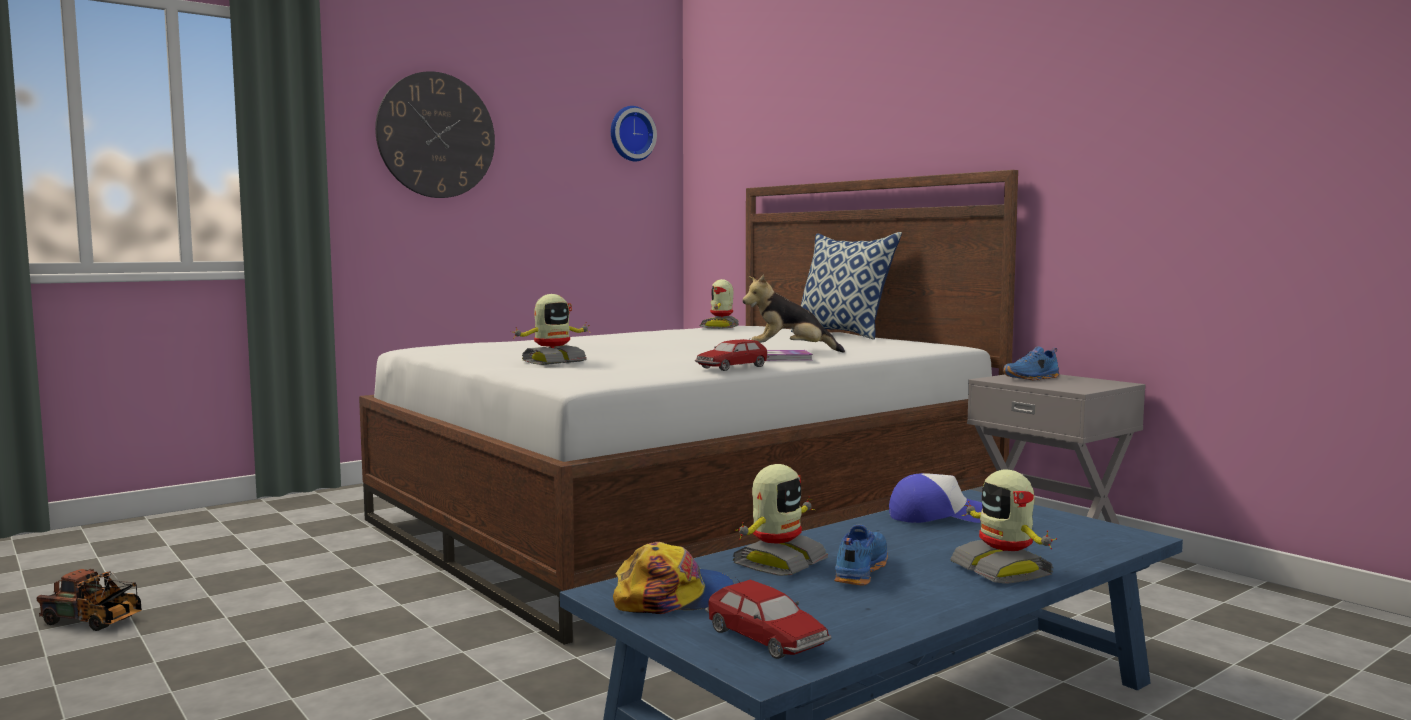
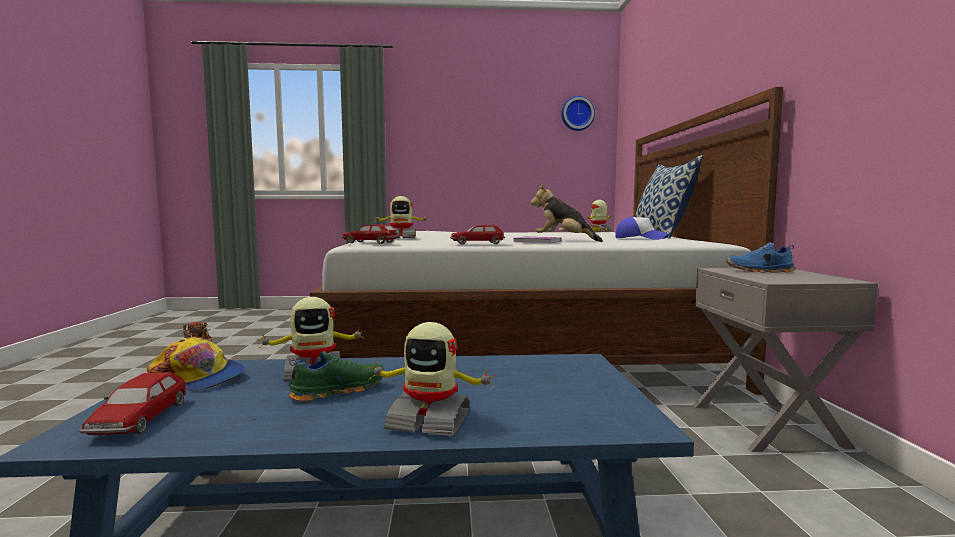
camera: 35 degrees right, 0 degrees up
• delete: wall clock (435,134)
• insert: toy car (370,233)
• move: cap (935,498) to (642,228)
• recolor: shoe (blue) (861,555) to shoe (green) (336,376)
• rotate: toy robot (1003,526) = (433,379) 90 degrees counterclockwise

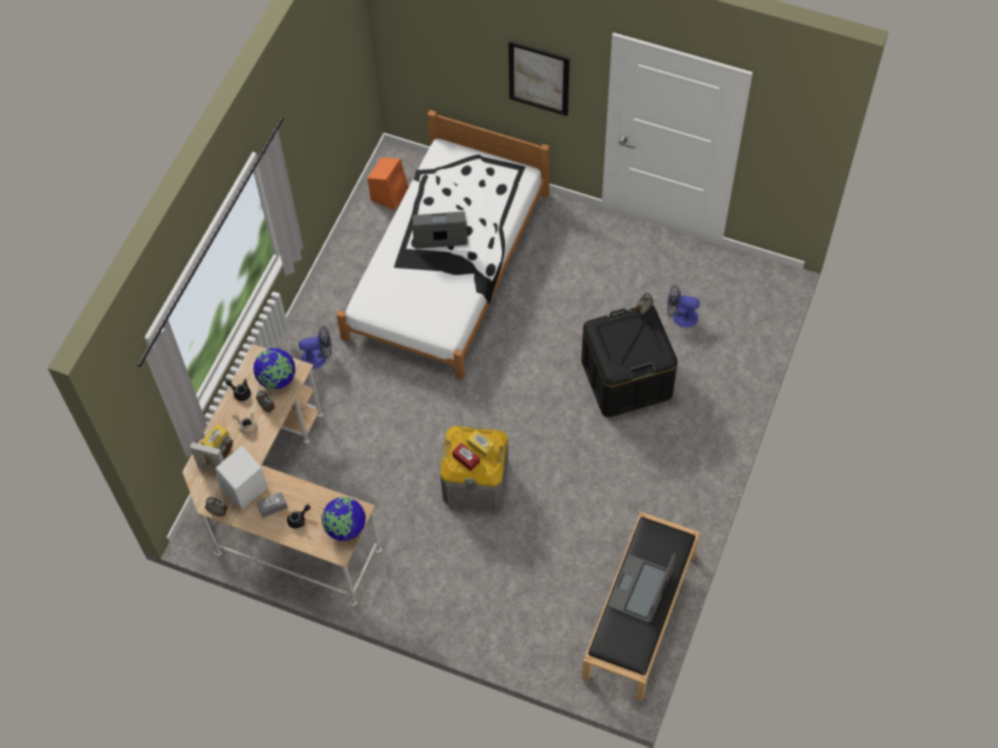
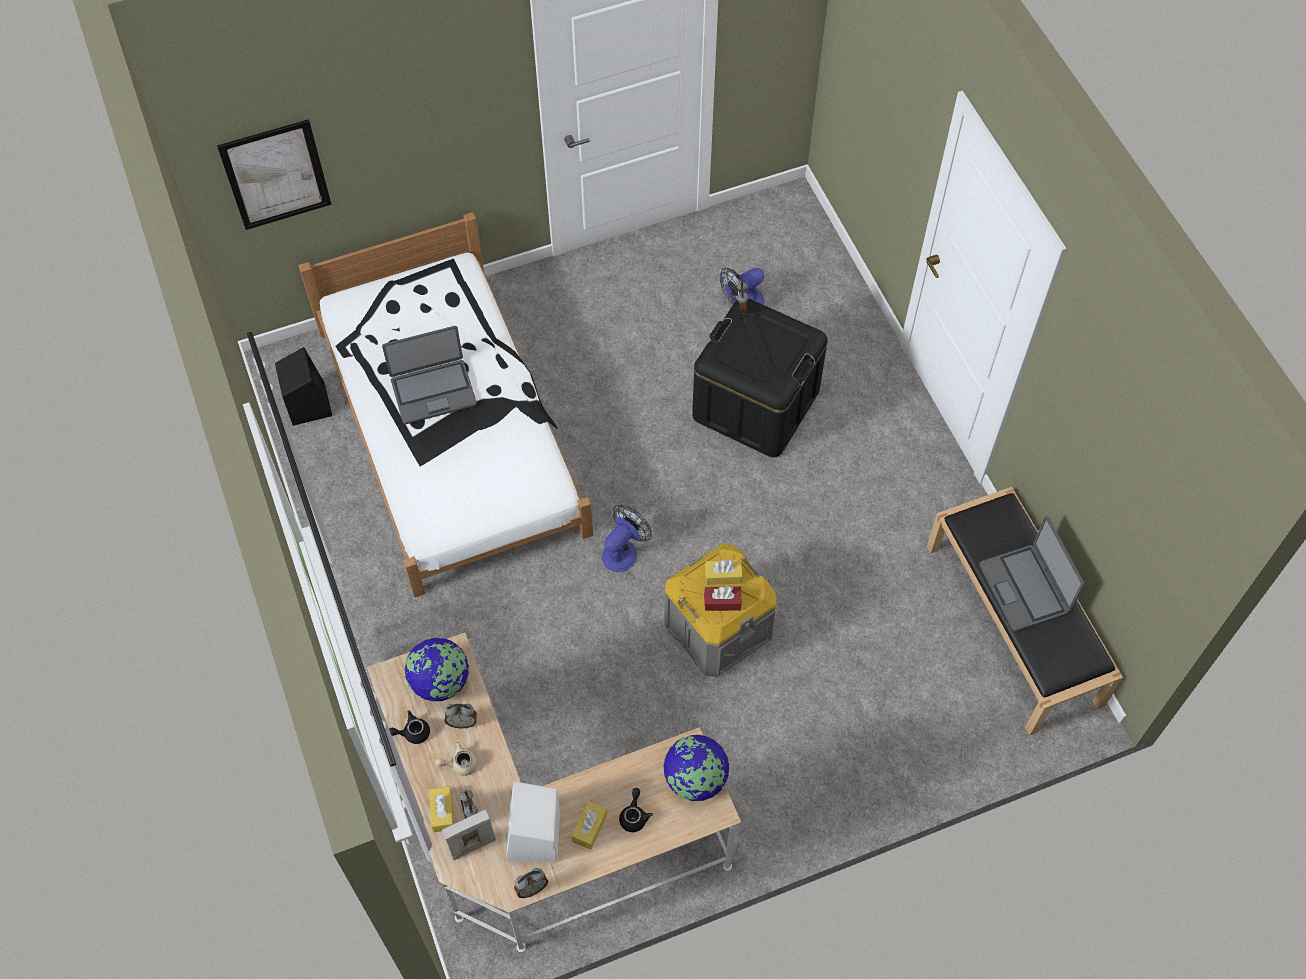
camera: 45 degrees left, 0 degrees up
• move: fan (315,347) to (627,538)
• move: picture (539,78) to (274,174)
• recolor: tissue box (grey) (272,505) to tissue box (yellow) (589,825)
• recolor: speaker (orange) (388,183) to speaker (black) (303,386)
• rotate: laptop (440,230) = (429,375) 150 degrees counterclockwise

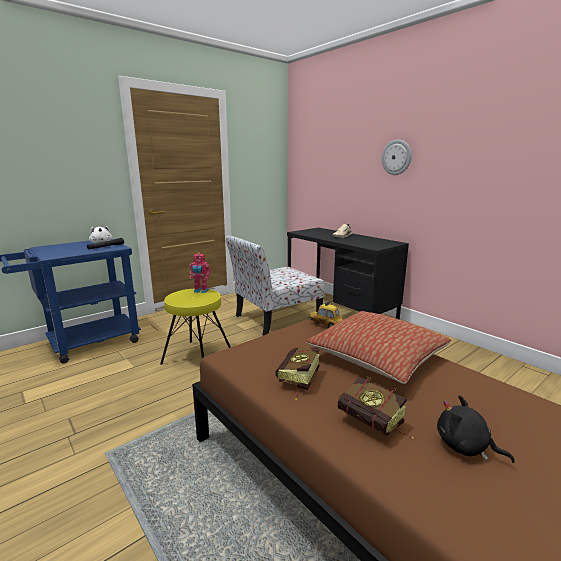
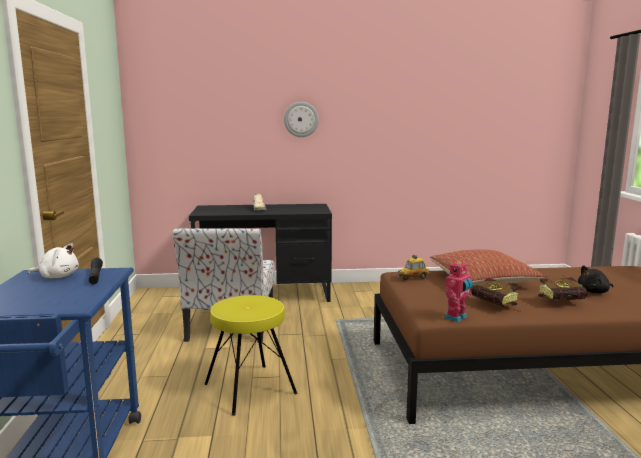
camera: 55 degrees left, 5 degrees down
• move: toy robot (200,273) to (458,291)

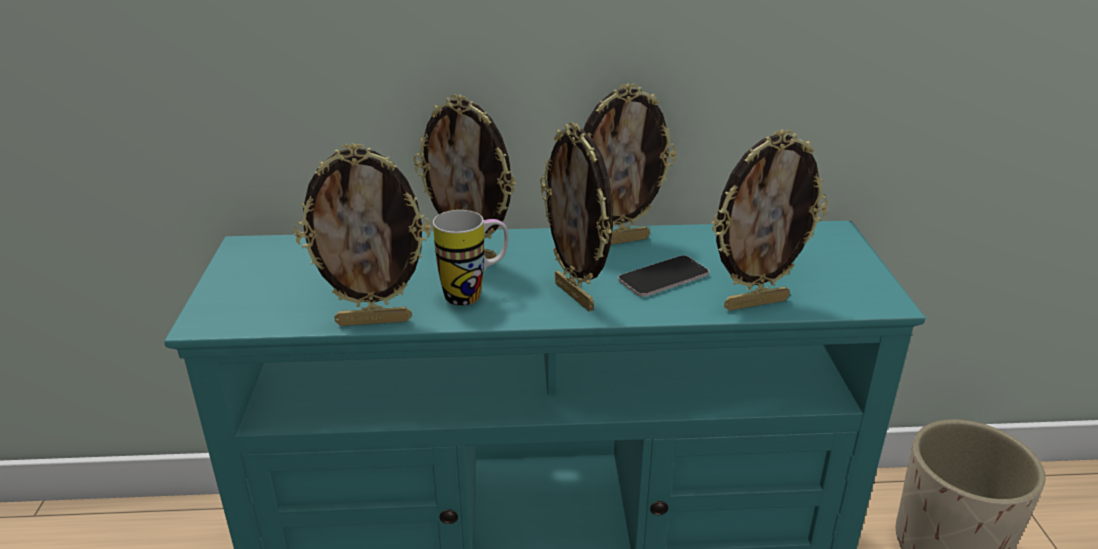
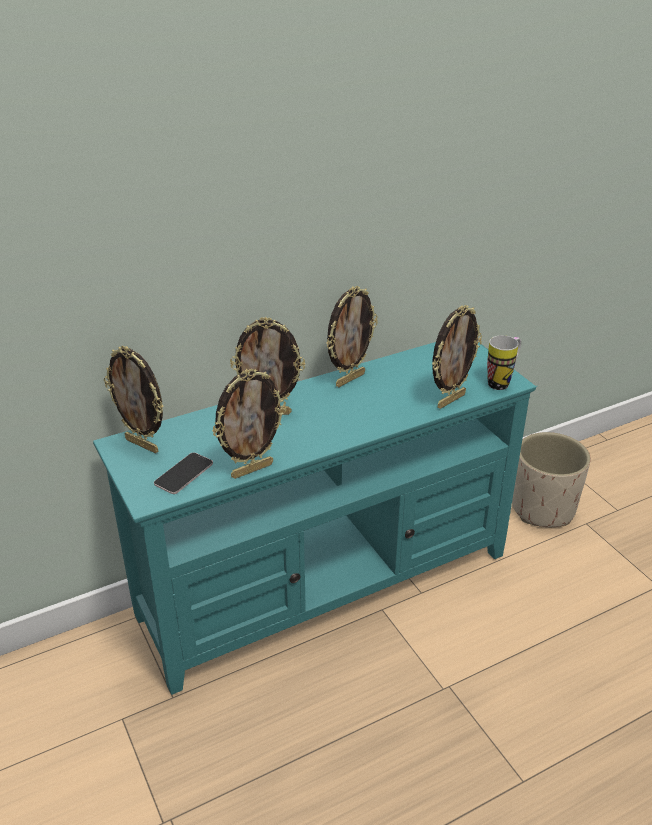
camera: 25 degrees left, 5 degrees up
• move: mug (471,258) to (504,362)
• move: picture frame (576,216) to (134,399)
• move: phone (663,276) to (183,473)

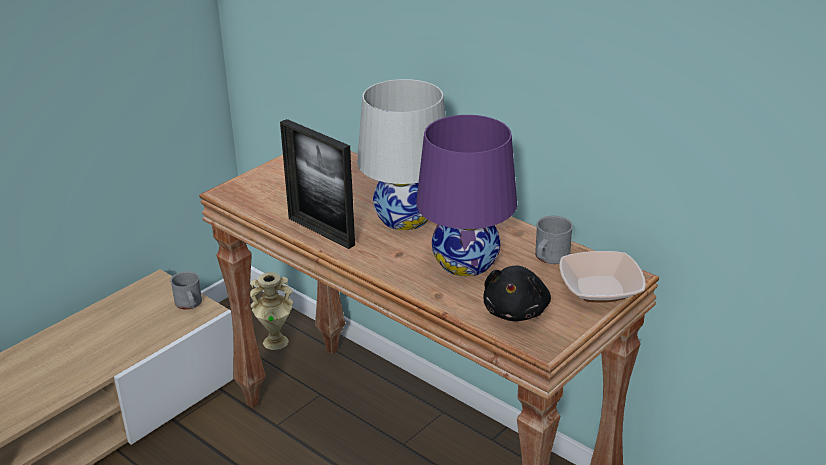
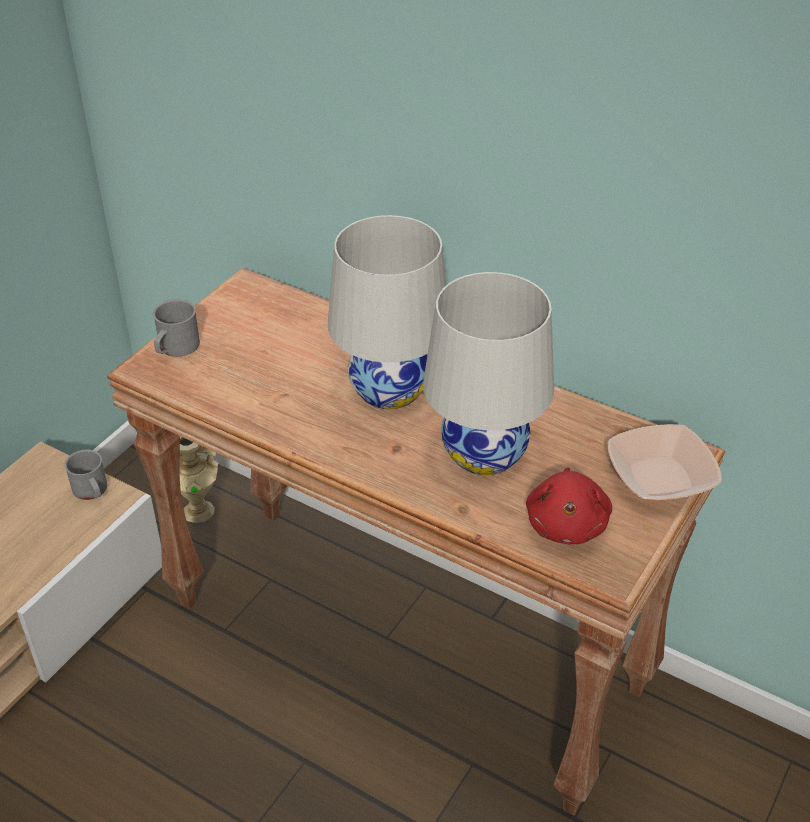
camera: 10 degrees left, 10 degrees up
• delete: picture frame (317,184)
• move: mug (grey) (554,240) to (176,328)
• recolor: table lamp (purple) (466,195) to table lamp (white) (488,373)
• recolor: plush toy (black) (517,293) to plush toy (red) (569,505)

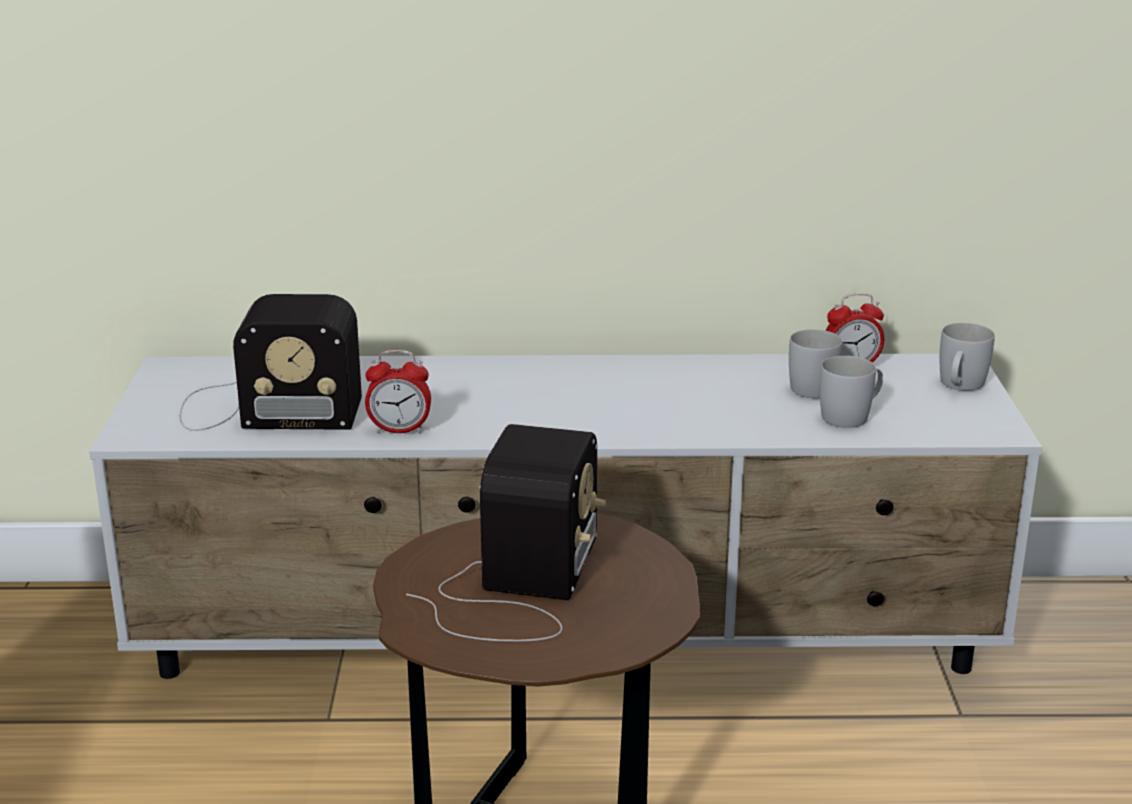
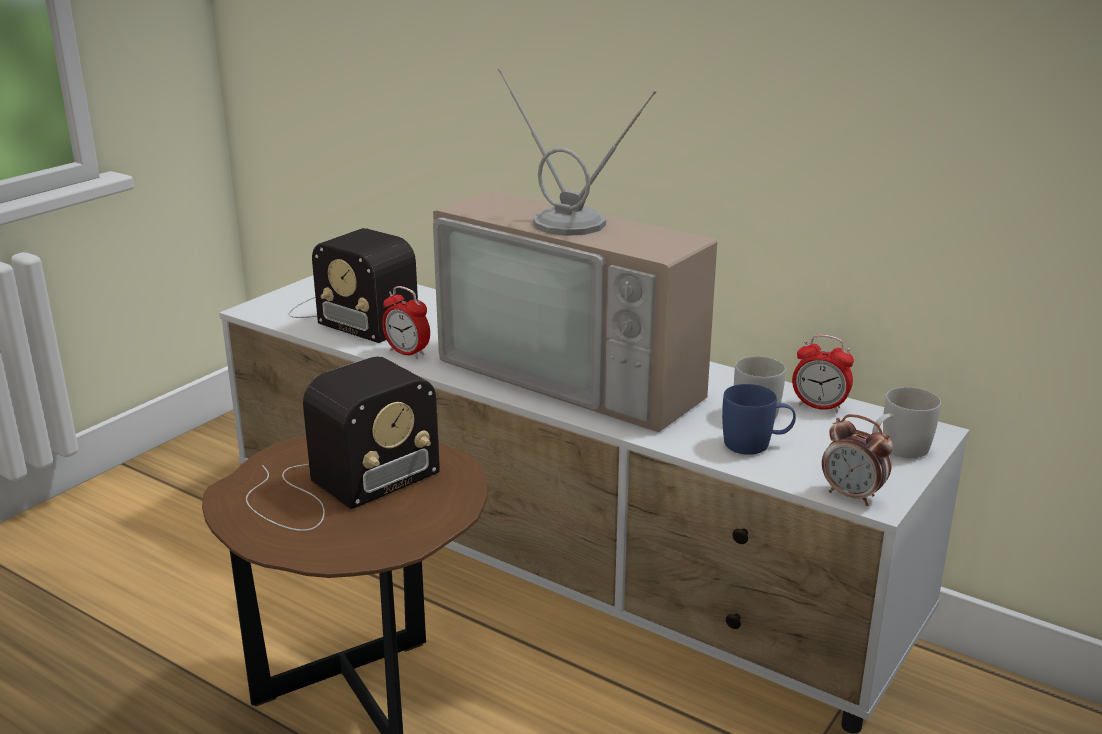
camera: 35 degrees right, 0 degrees up
• insert: television (575,250)
• insert: alarm clock (857,460)
• recolor: mug (white) (851,392) to mug (blue) (759,419)

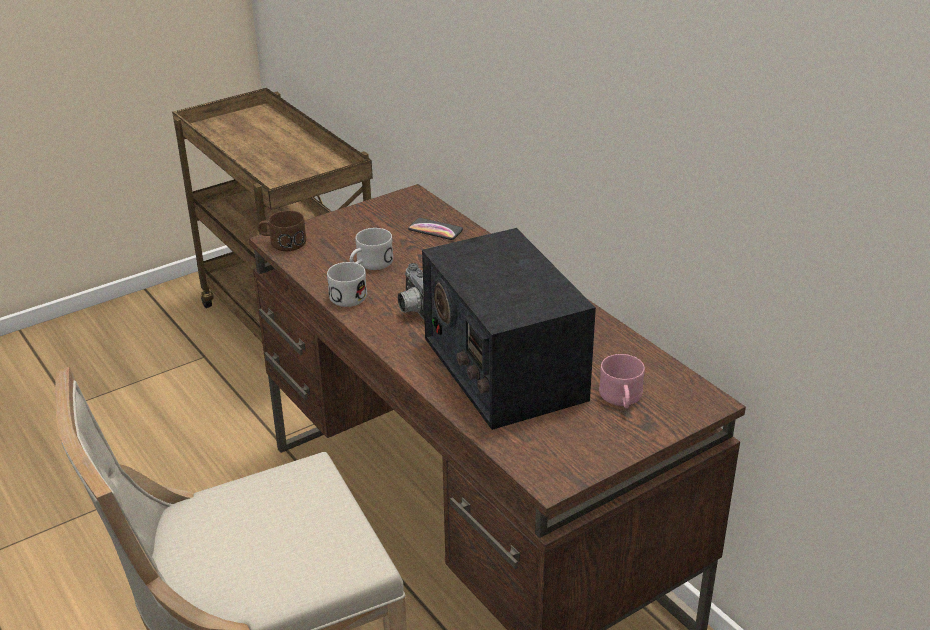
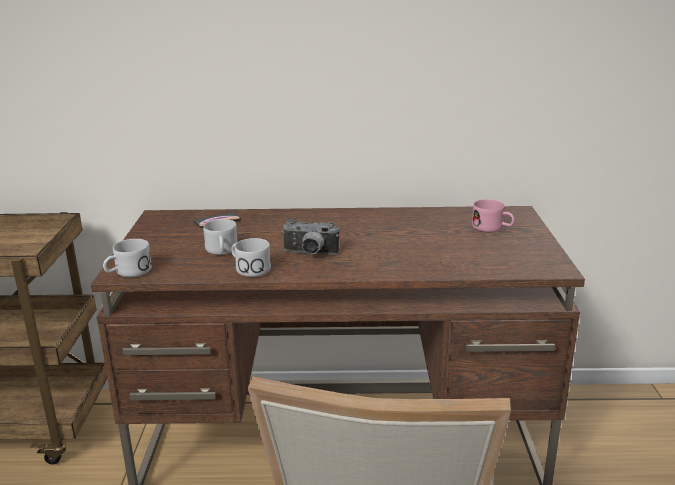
camera: 55 degrees left, 10 degrees down
• delete: radio (509,329)
• recolor: mug (brown) (282,231) to mug (white) (127,258)

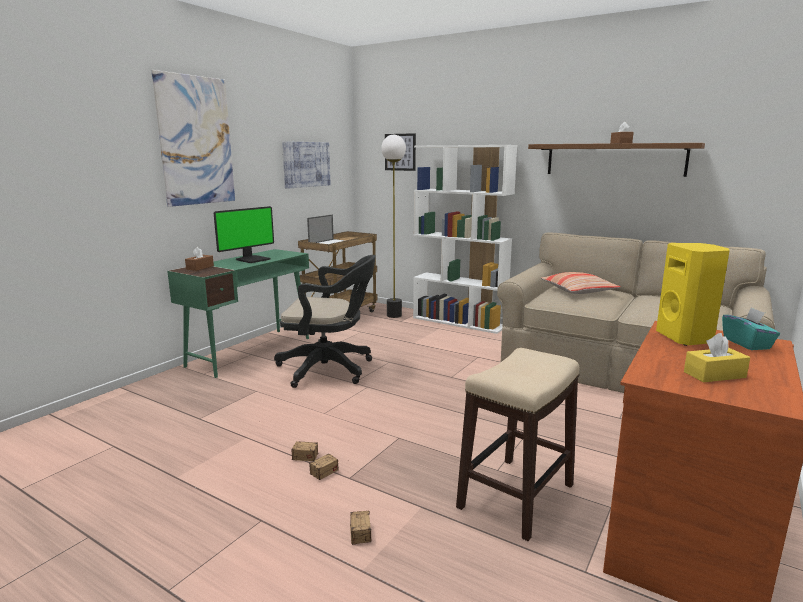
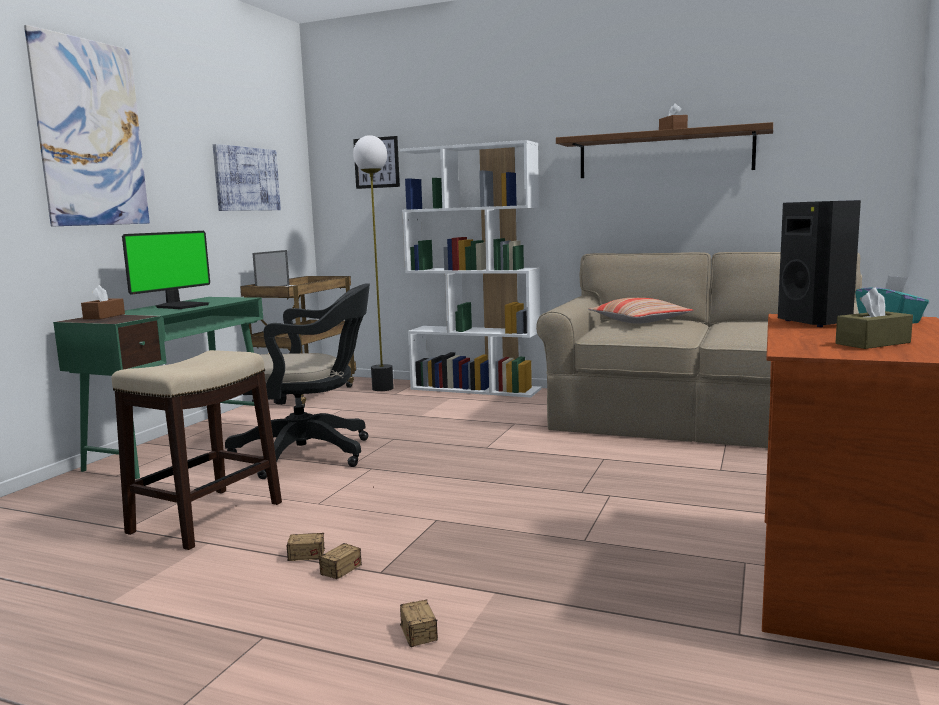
camera: 10 degrees left, 5 degrees down
• move: stool (518,444) to (196,450)
• recolor: speaker (yellow) (693,294) to speaker (black) (819,263)
• recolor: tissue box (yellow) (717,357) to tissue box (brown) (874,318)

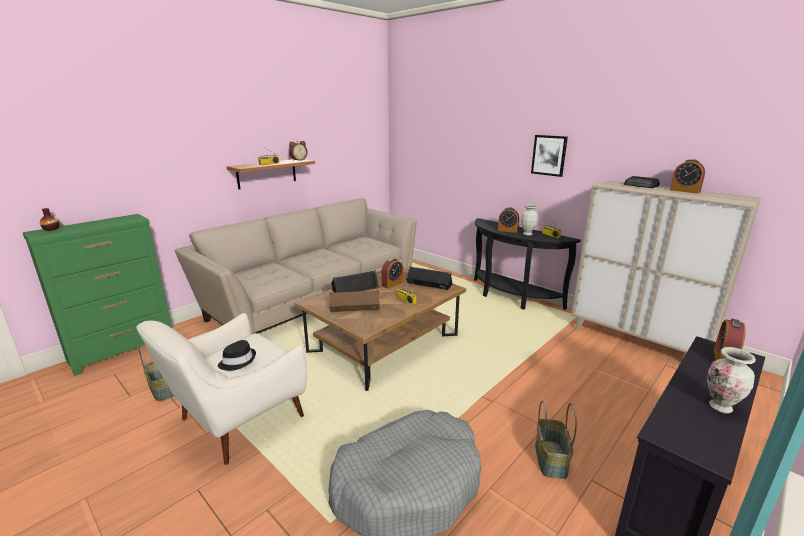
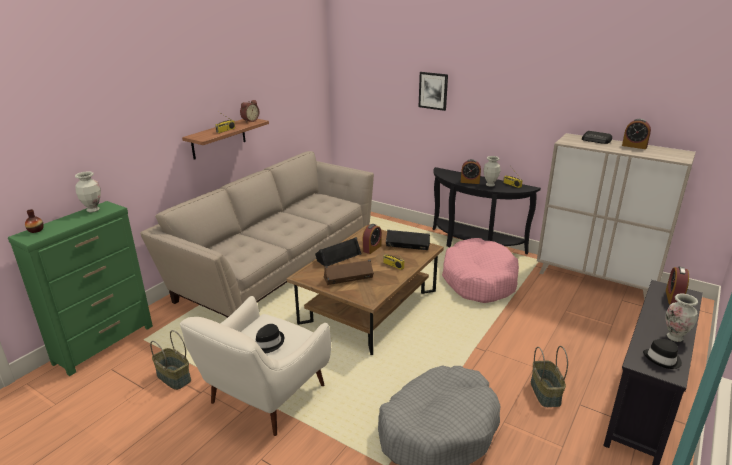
camera: 10 degrees left, 5 degrees up
• insert: vase (88,191)
• insert: dog bed (pink) (480,270)
• insert: hat (black) (662,354)
• move: picture (549,156) to (433,91)

